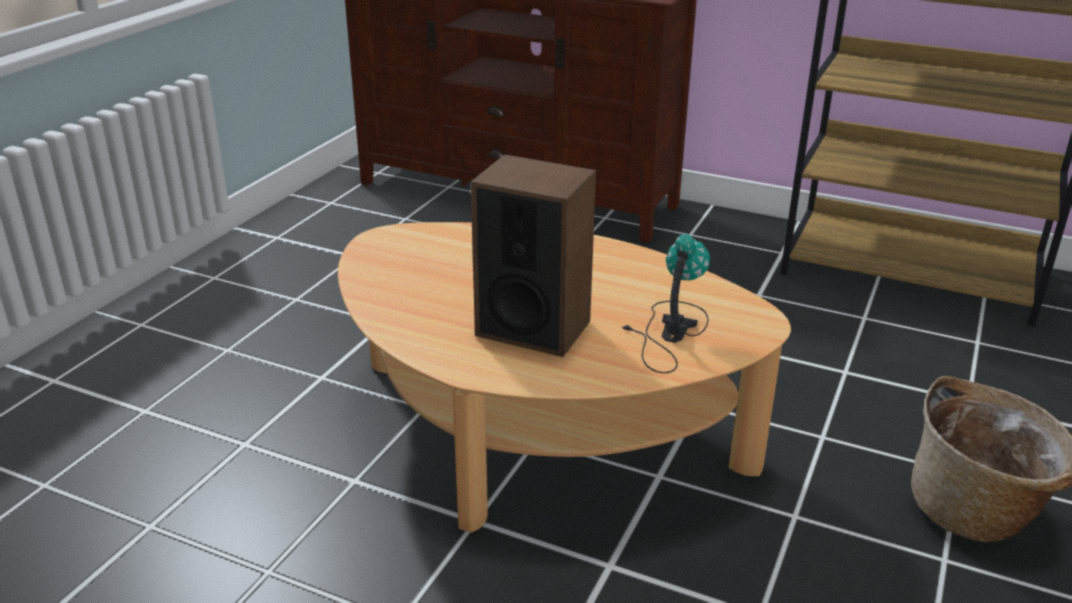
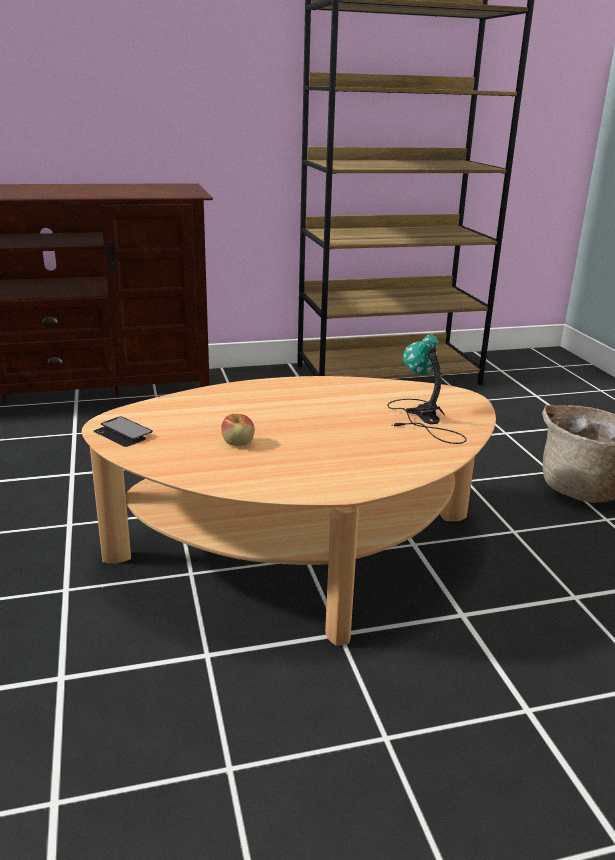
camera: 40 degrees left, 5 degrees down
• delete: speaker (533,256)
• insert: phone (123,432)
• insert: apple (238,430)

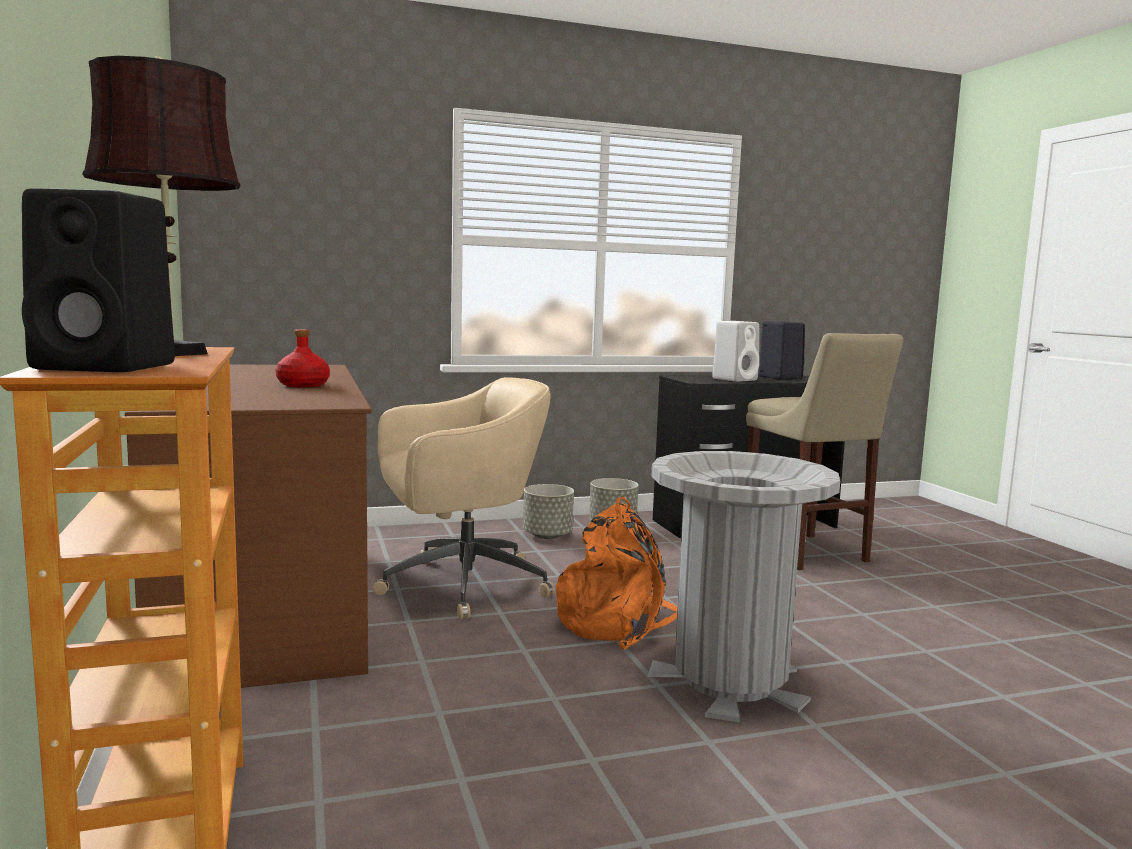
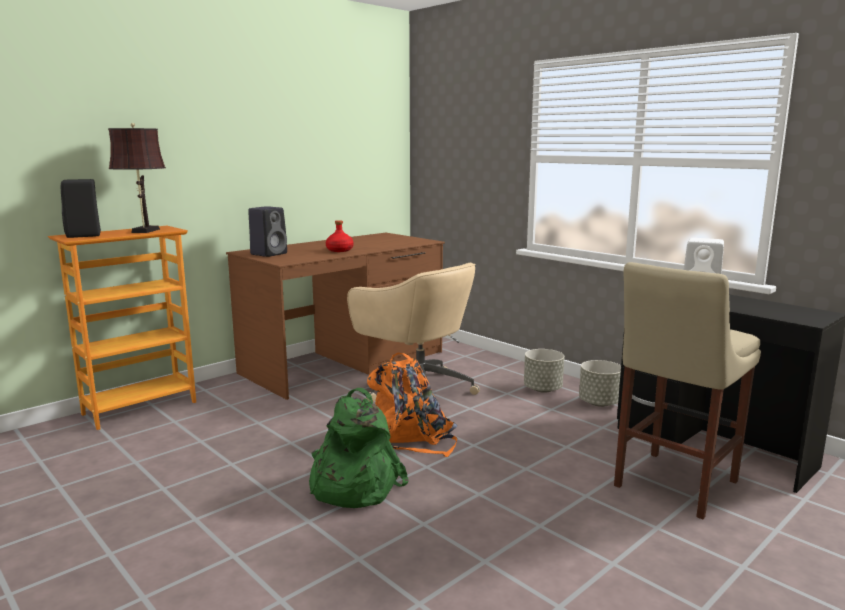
camera: 65 degrees right, 5 degrees up
• move: speaker (black) (781,350) to (267,231)
• replace: trash can (grey) (744,587) to backpack (green) (359,448)

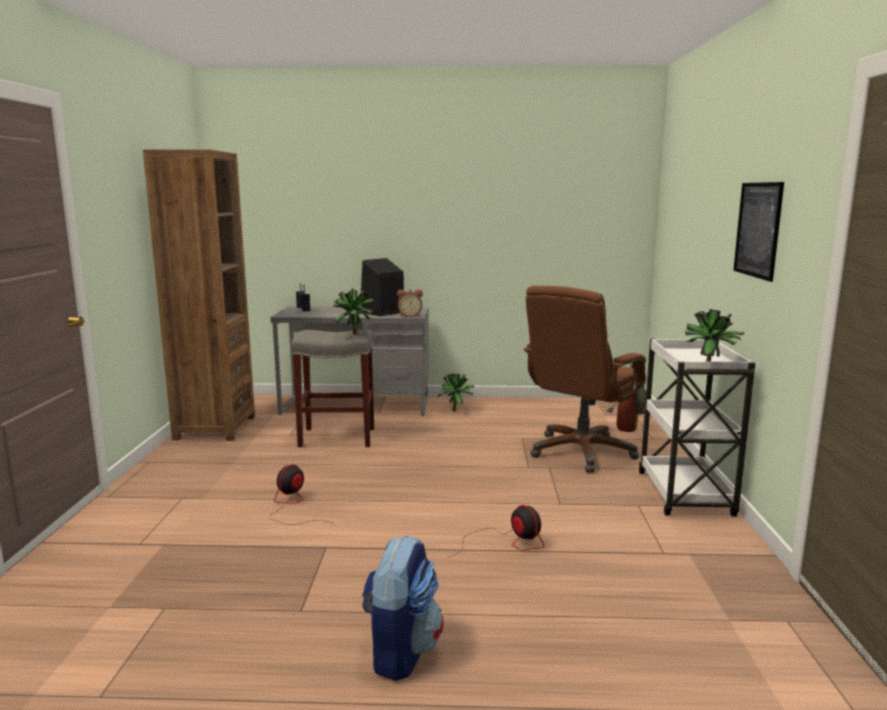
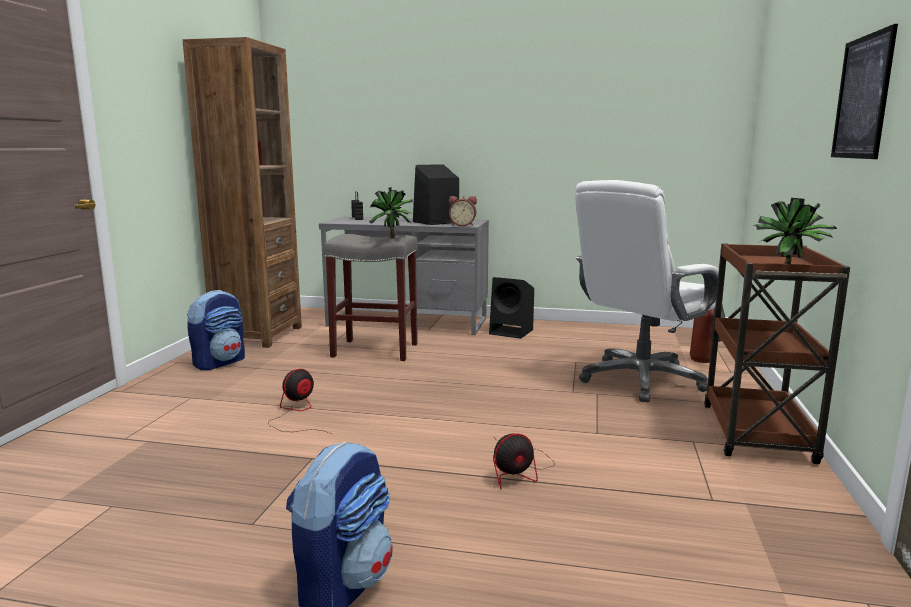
camera: 10 degrees right, 0 degrees up
• insert: backpack (216,330)
• replace: potted plant (456,392) to speaker (black) (511,308)
• recolor: office chair (brown) (585,379) to office chair (white) (649,291)
• recolor: cart (white) (697,427) to cart (brown) (777,353)
• rotate: fan (496,531) = (524,461) 90 degrees clockwise

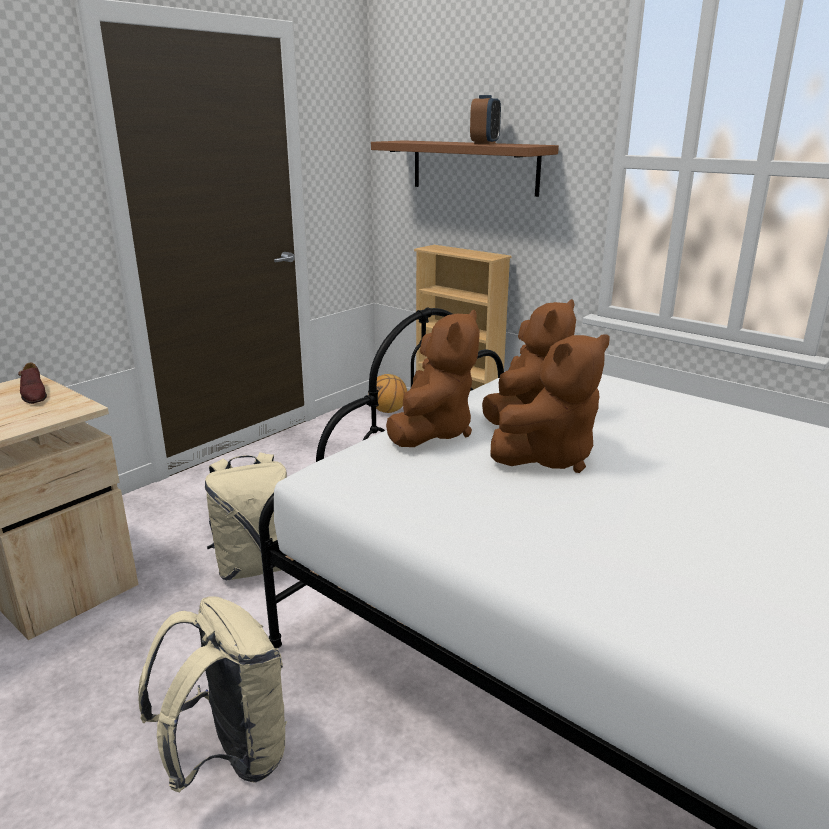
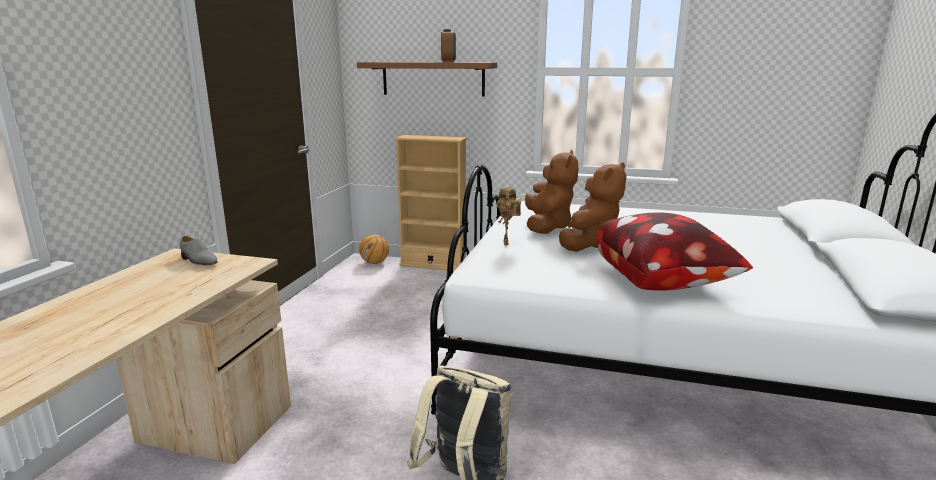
camera: 25 degrees left, 5 degrees down
• delete: backpack (beige) (246,516)
• insert: pillow (674,251)
• replace: plush toy (brown) (433,378) to toy robot (509,216)
• recolor: shoe (brown) (32,383) to shoe (grey) (199,250)

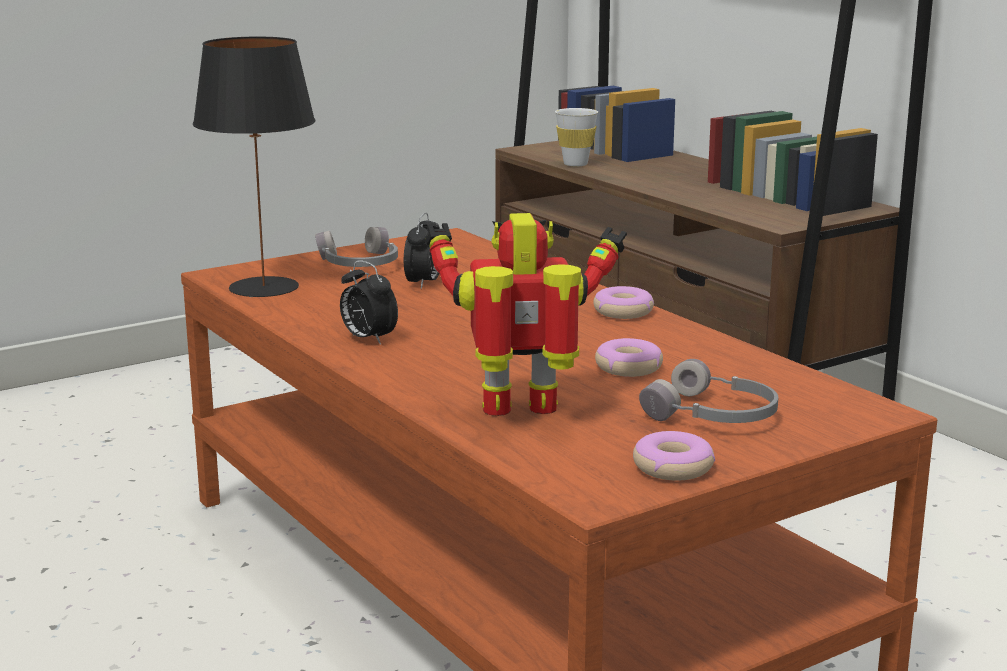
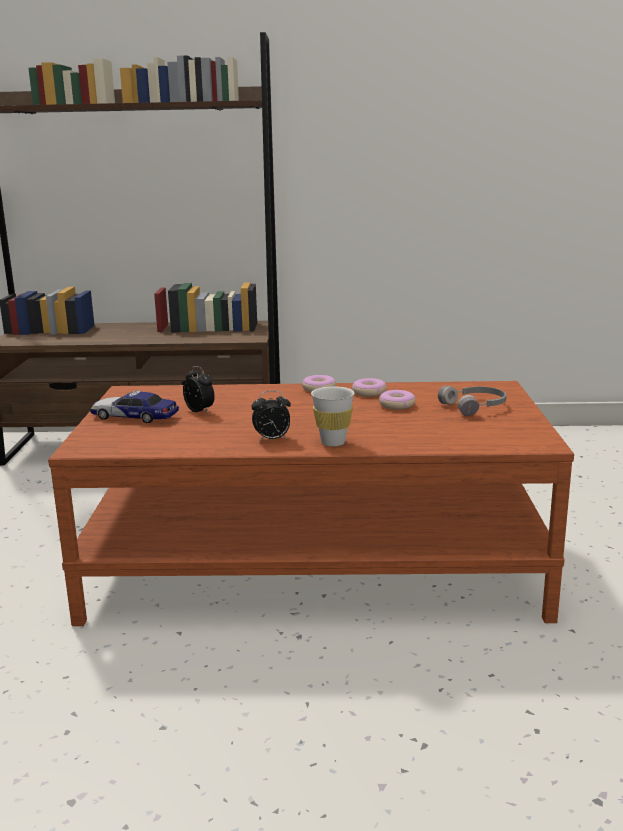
camera: 55 degrees left, 0 degrees up
• delete: table lamp (black) (254,167)
• delete: toy robot (526,314)
• move: cup (white) (576,137) to (332,417)
• move: donut (674,456) to (369,387)
• replace: headphones (grey) (356,247) to toy car (134,406)

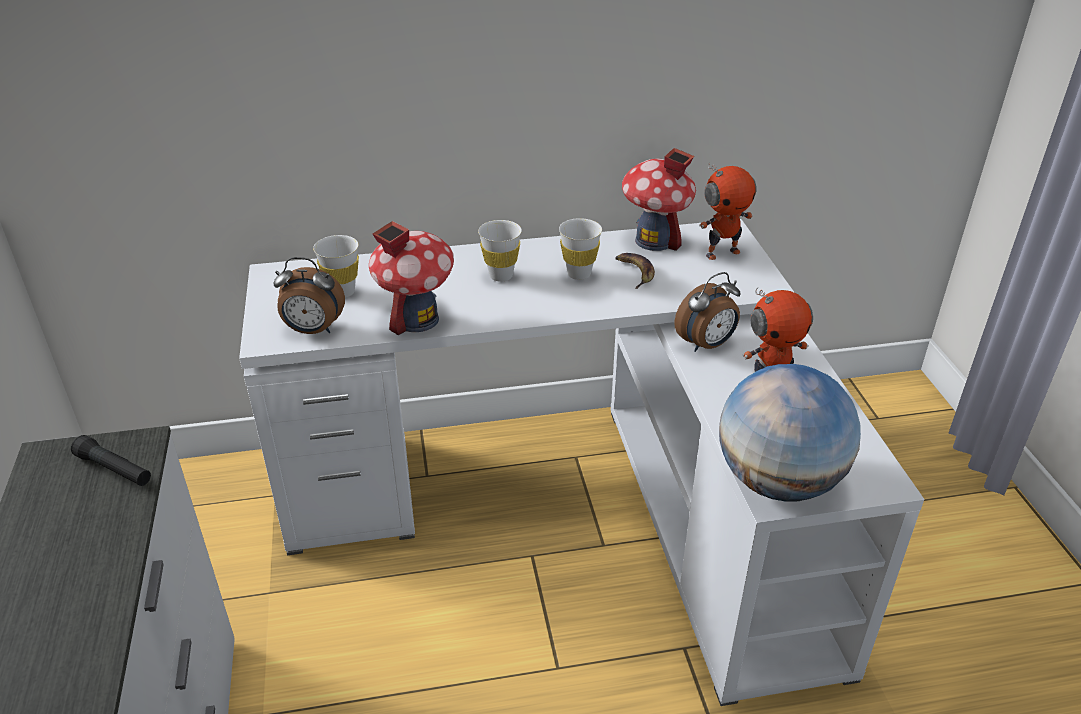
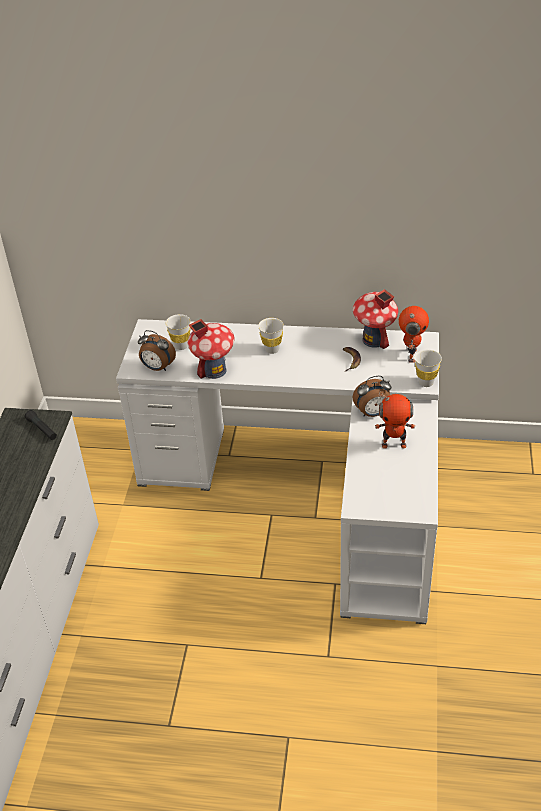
camera: 20 degrees right, 5 degrees up
• delete: globe (790,433)
• move: cup (white) (580,249) to (428,368)
• rotate: toy robot (728,211) = (414,334) 75 degrees counterclockwise

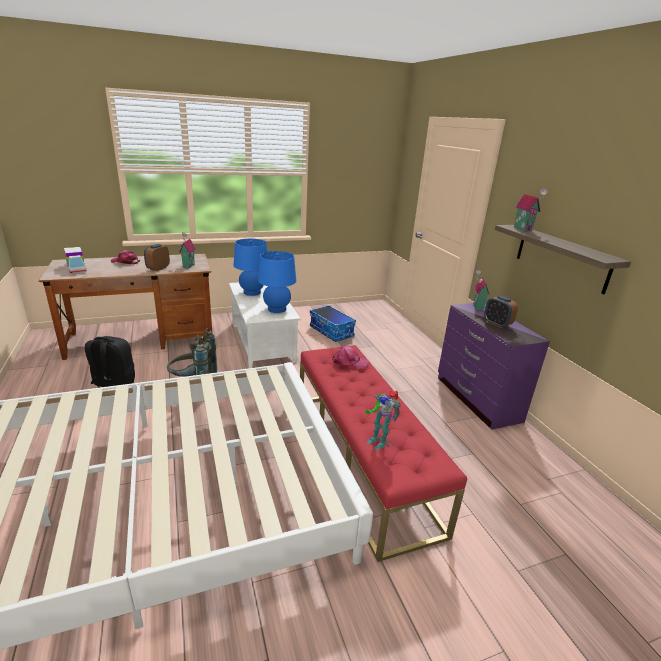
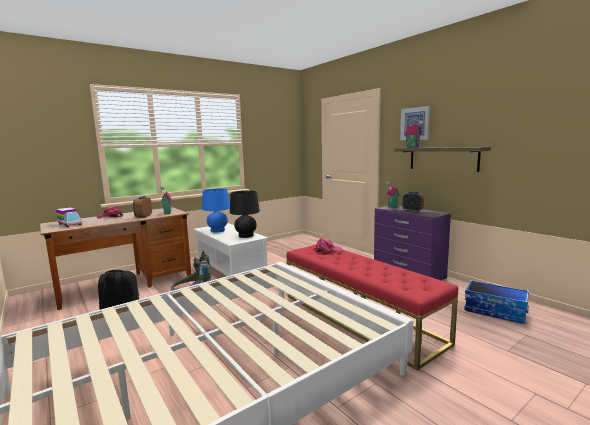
camera: 15 degrees left, 15 degrees down
• delete: toy robot (383,420)
• insert: picture (415,123)
• move: storage box (333,323) to (496,302)
• recolor: table lamp (blue) (277,282) to table lamp (black) (245,214)

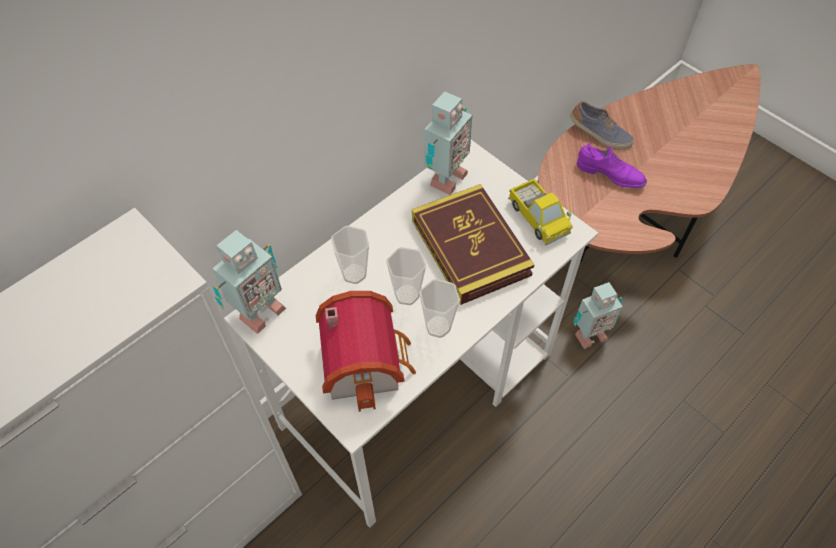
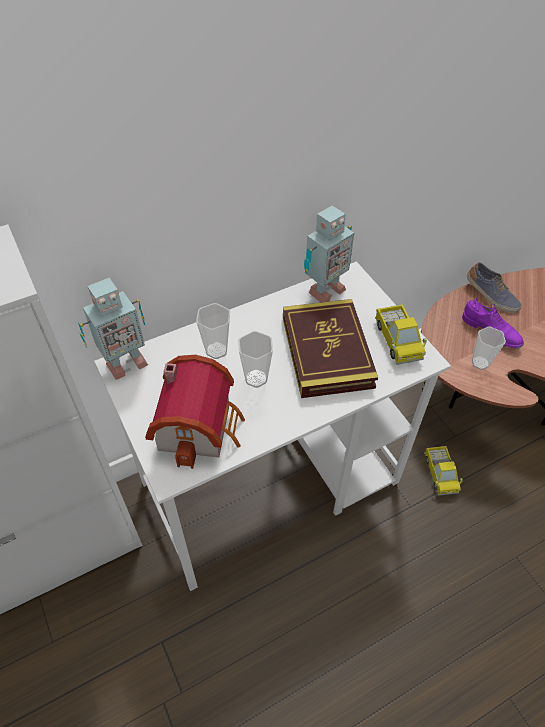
camera: 15 degrees right, 5 degrees down
• move: cup (439,308) to (489,348)
• replace: toy robot (598,315) to toy truck (443,471)

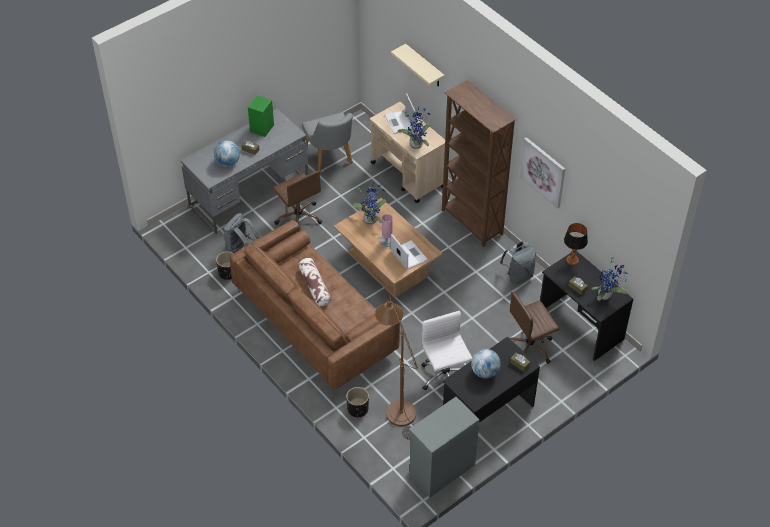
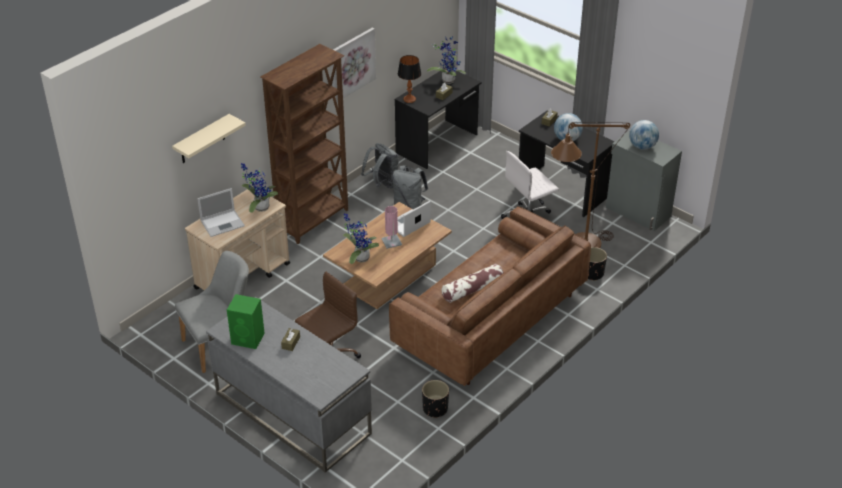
camera: 100 degrees left, 10 degrees down
• delete: office chair (brown) (535,328)
• move: globe (227,154) to (644,135)
• move: backpack (grey) (241,233) to (410,187)

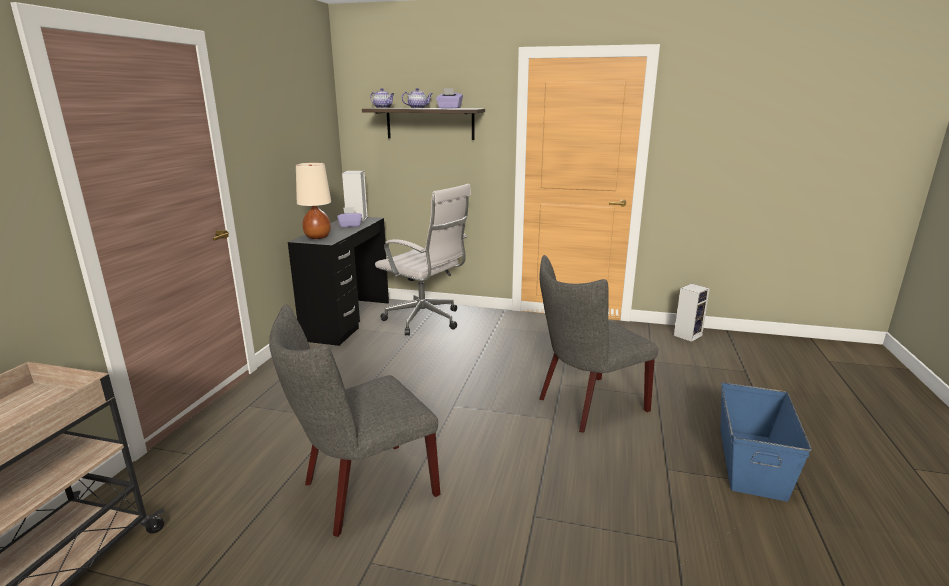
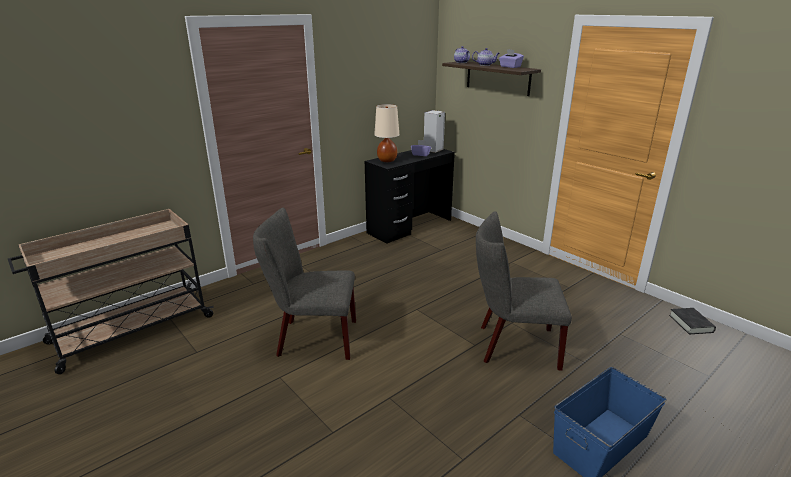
camera: 35 degrees right, 5 degrees up
• delete: office chair (white) (423,260)
• replace: speaker (692,313) to book (black) (692,321)

